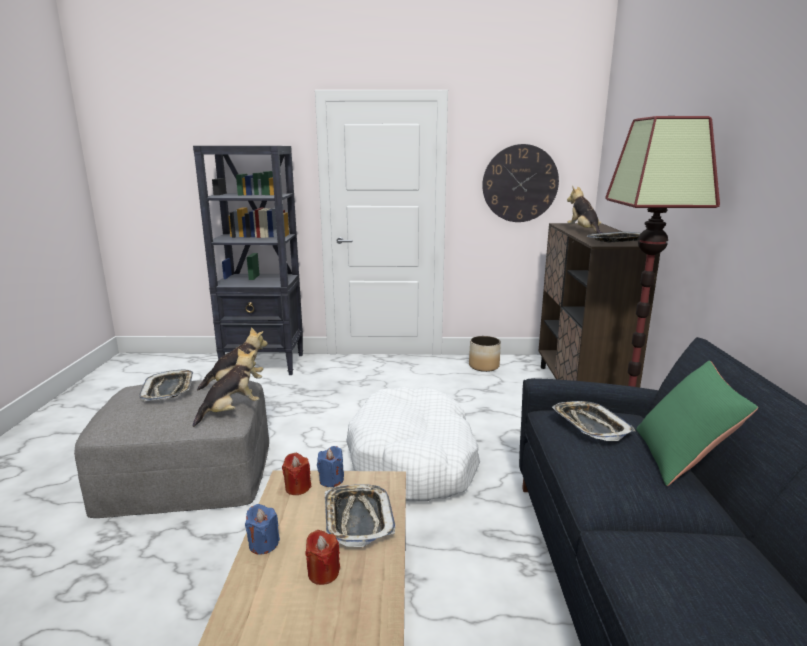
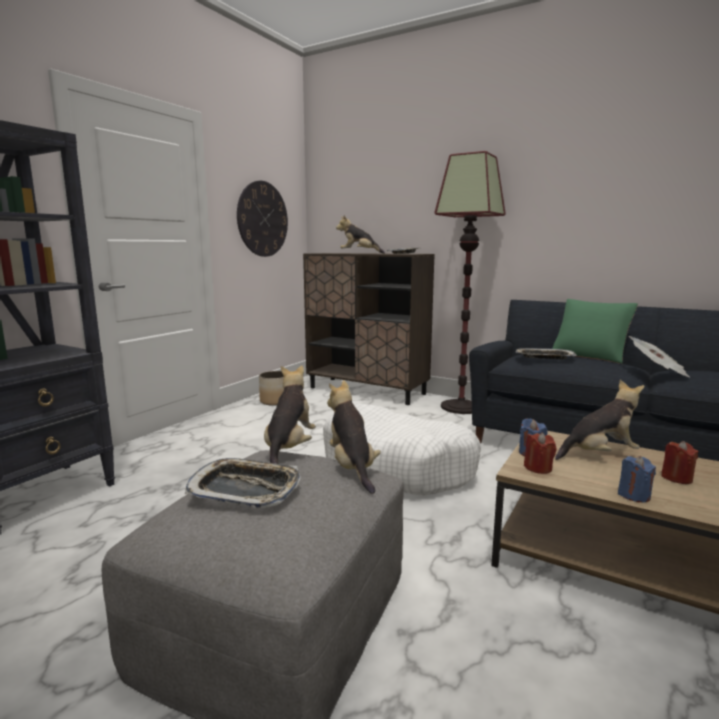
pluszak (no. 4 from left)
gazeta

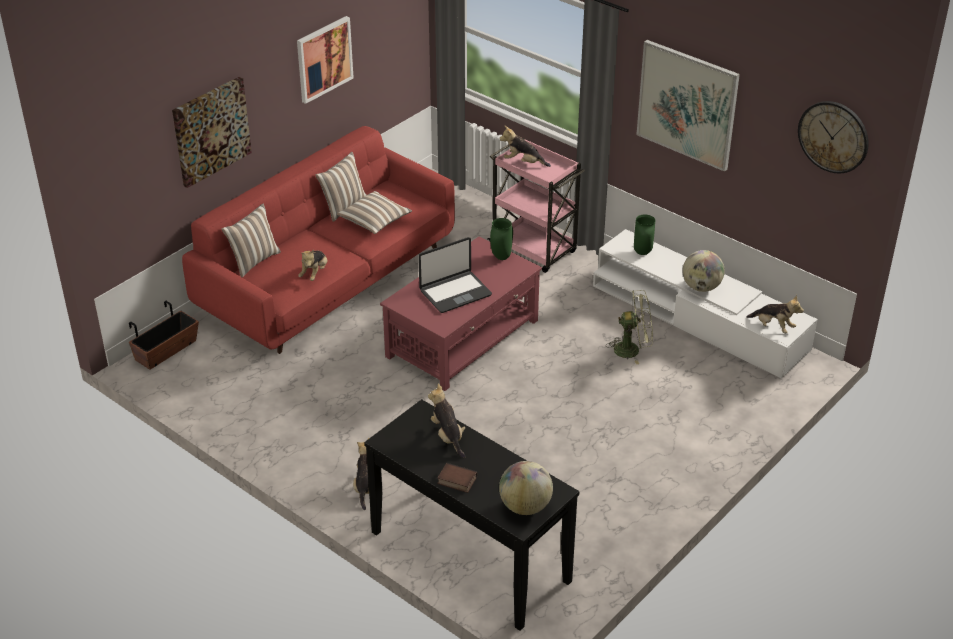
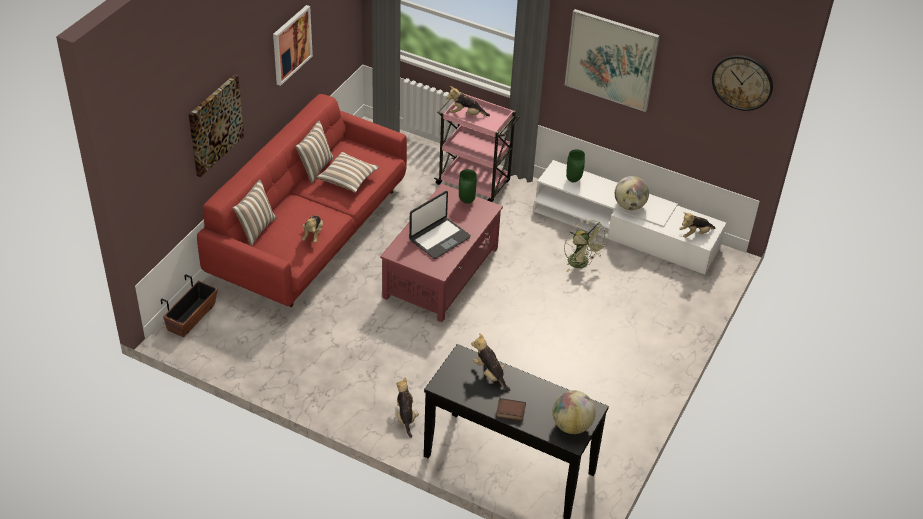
wentylator/zielony
pluszak (no. 5 from left)

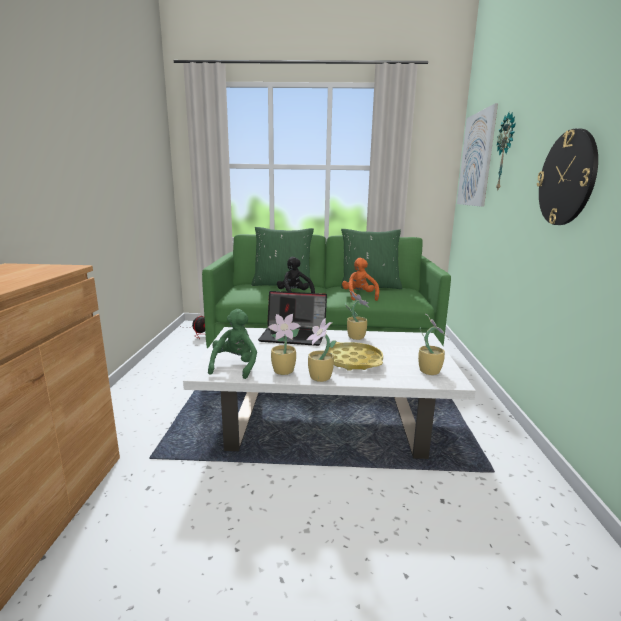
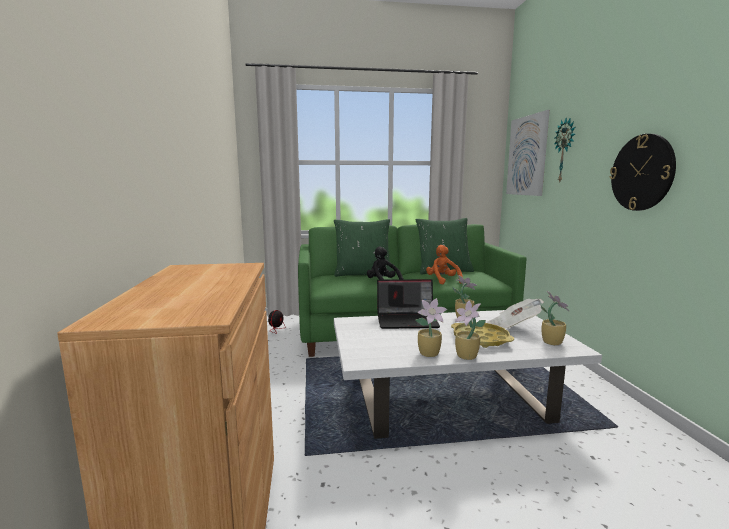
pluszak/zielony
gazeta

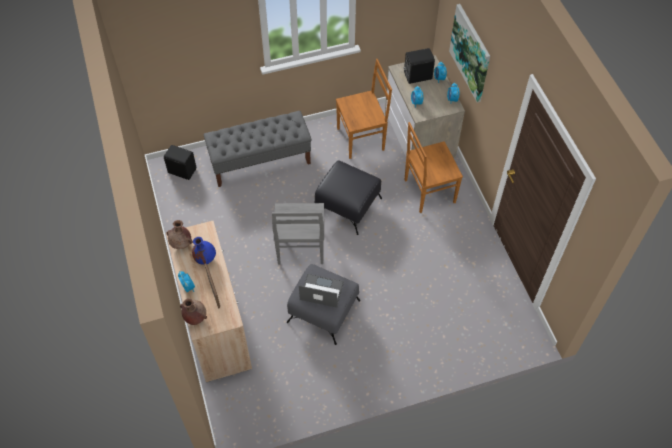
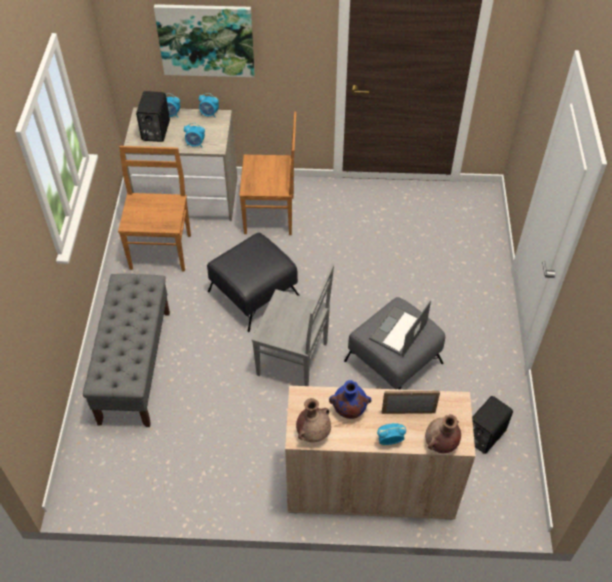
głośnik/czarny (no. 2 from left)
krzesło/brązowy (no. 2 from left)

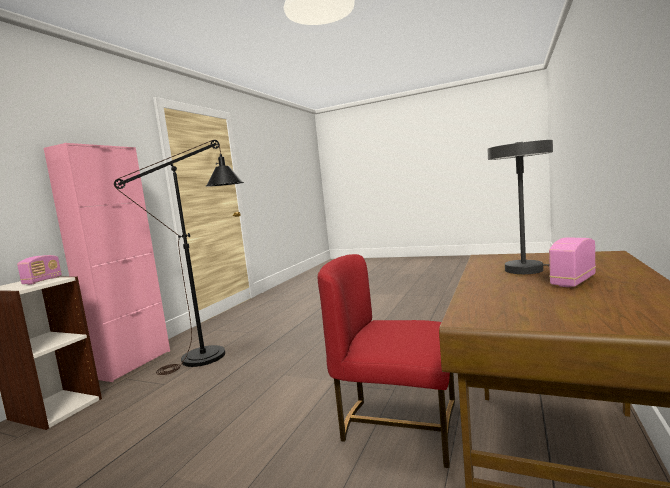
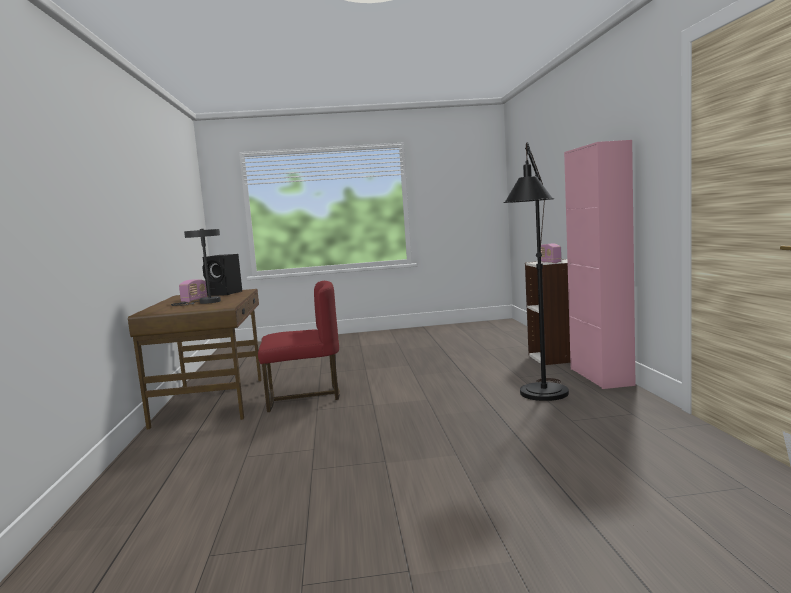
głośnik/czarny

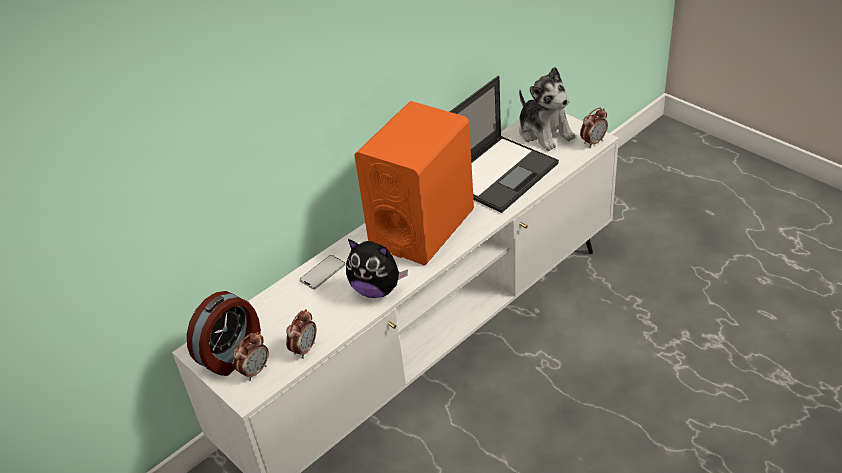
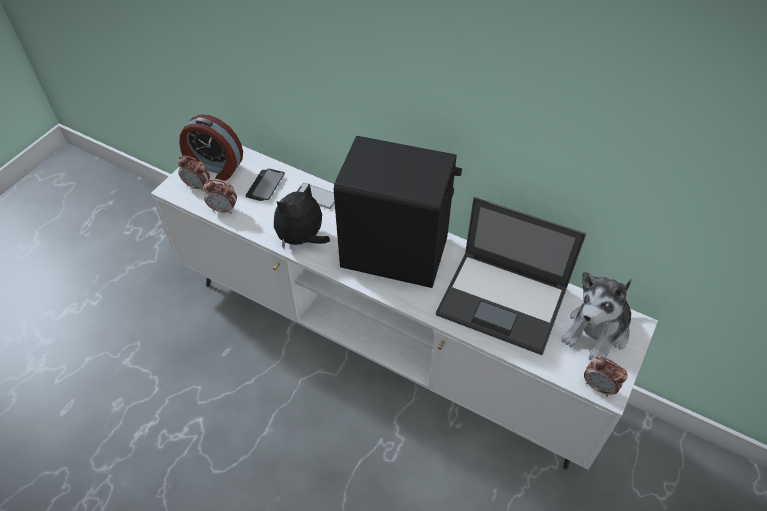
pluszak (no. 1 from left)
głośnik/czarny
telefon (no. 1 from left)

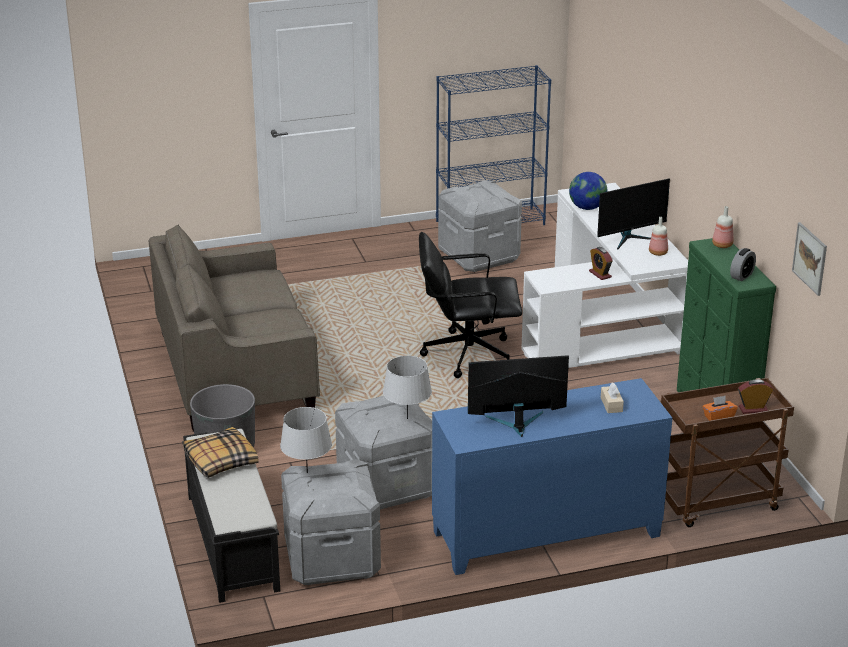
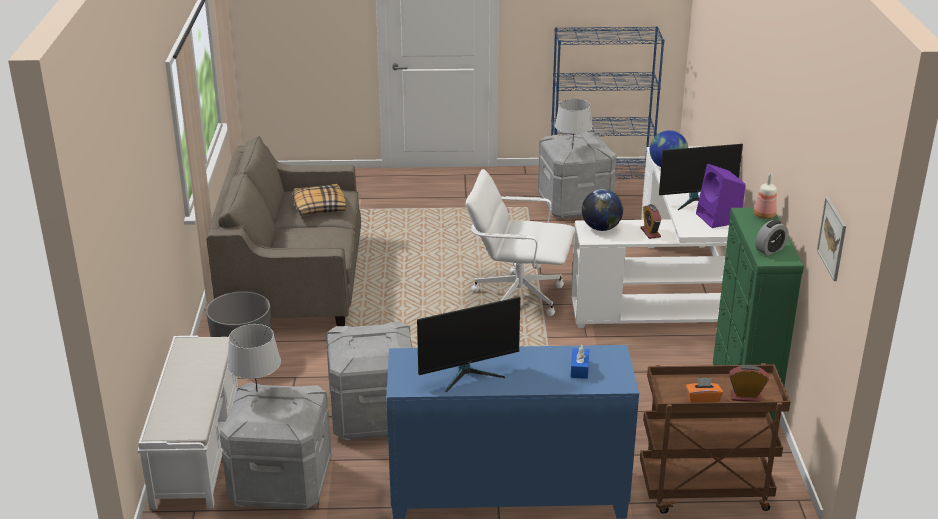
ławka/biały
poduszka
lampa stołowa/szary (no. 2 from left)
krzesło biurowe/biały
monitor (no. 1 from left)
pudełko chusteczek/niebieski
głośnik/fioletowy
globus (no. 1 from left)

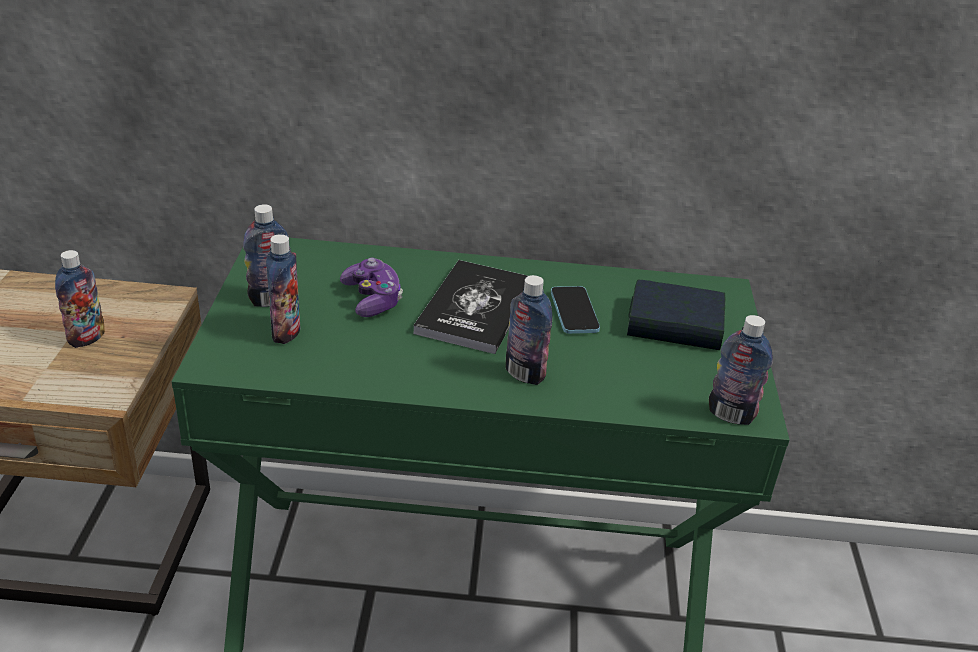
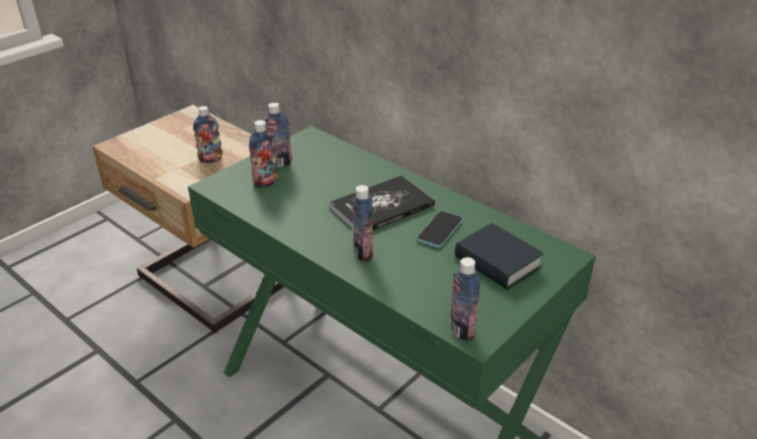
pad do gier

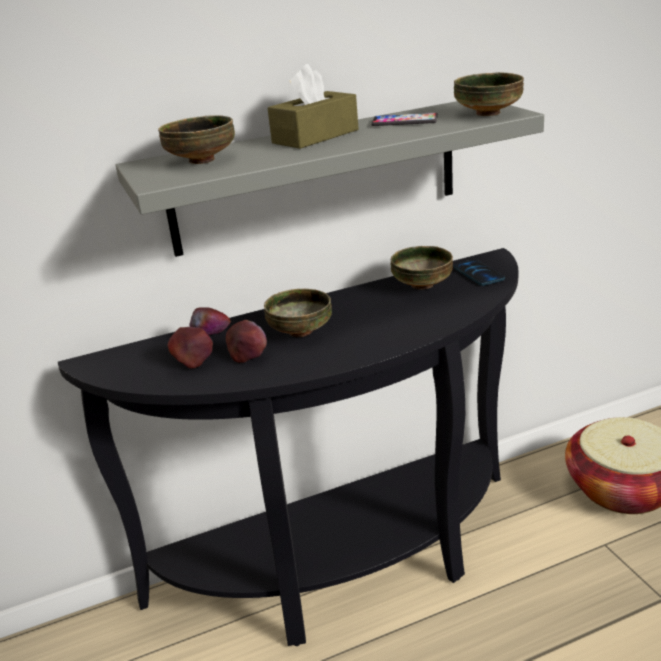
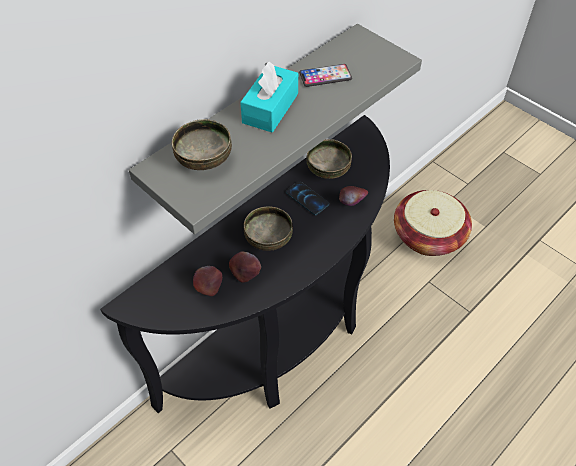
jabłko (no. 3 from left)
pudełko chusteczek/turkusowy
telefon (no. 1 from left)
miska (no. 4 from left in the first image)

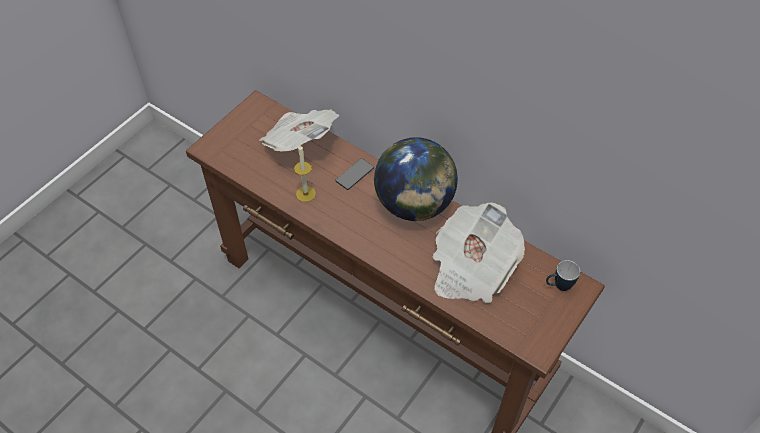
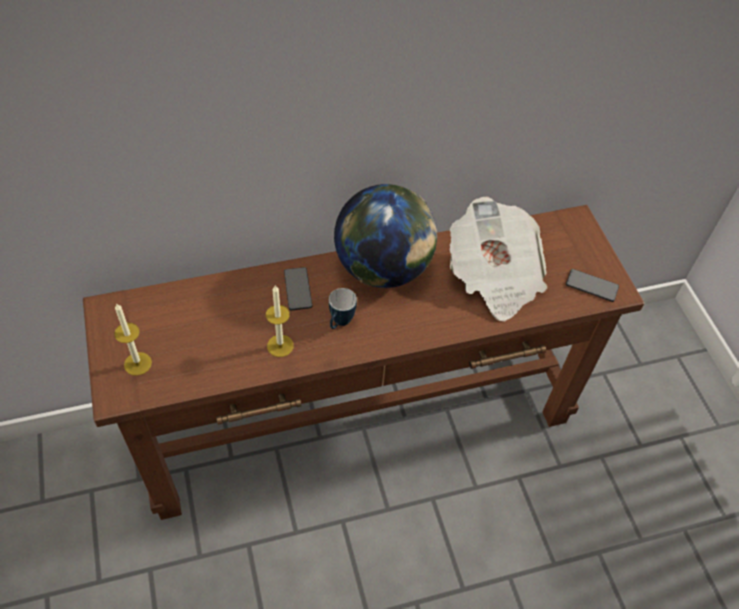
gazeta (no. 1 from left in the first image)
kubek
świeca (no. 1 from left)
telefon (no. 2 from left)

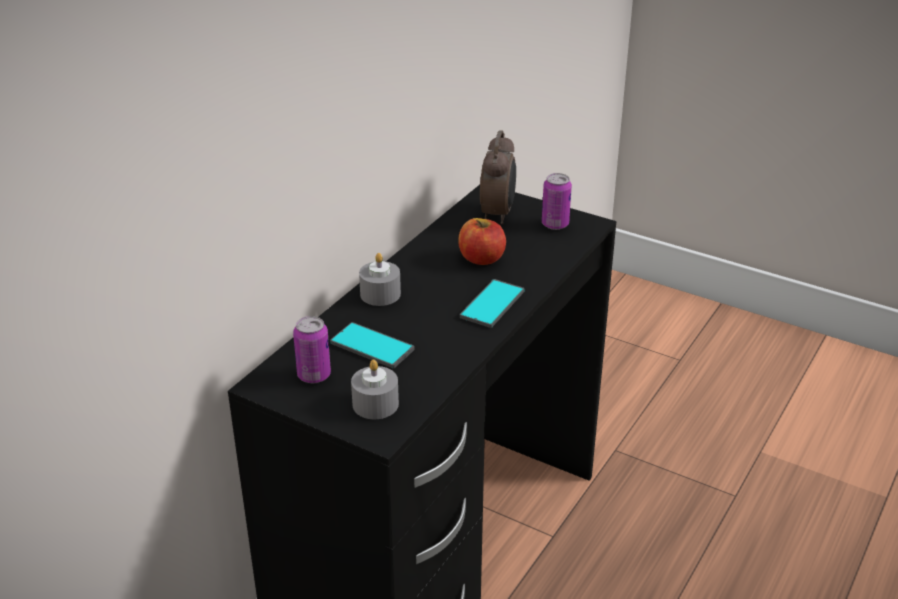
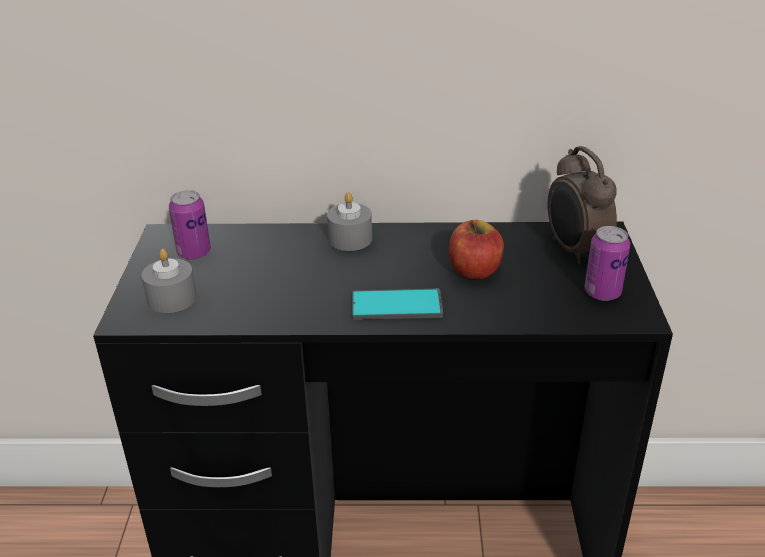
telefon (no. 1 from left in the first image)
budzik

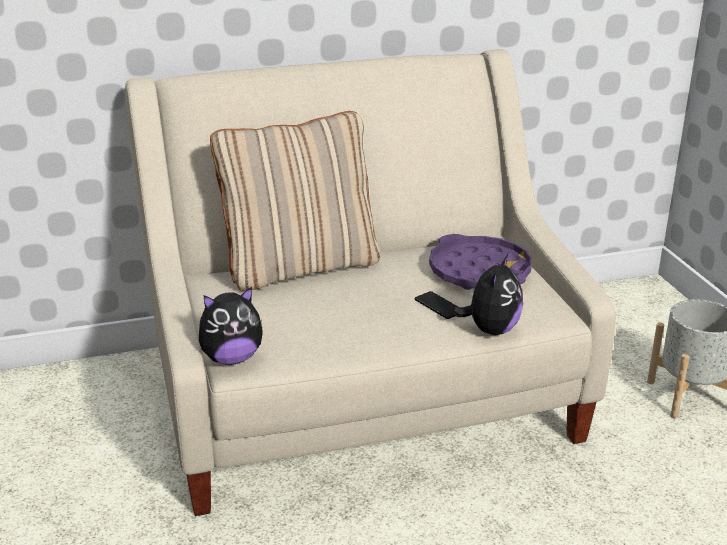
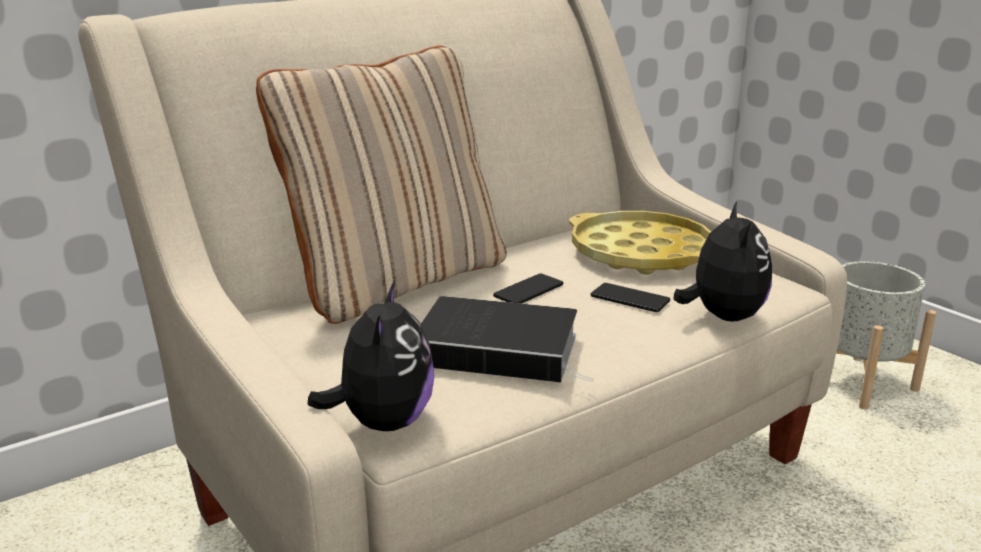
pluszak (no. 1 from left)
taca/żółty
książka
telefon (no. 1 from left)

